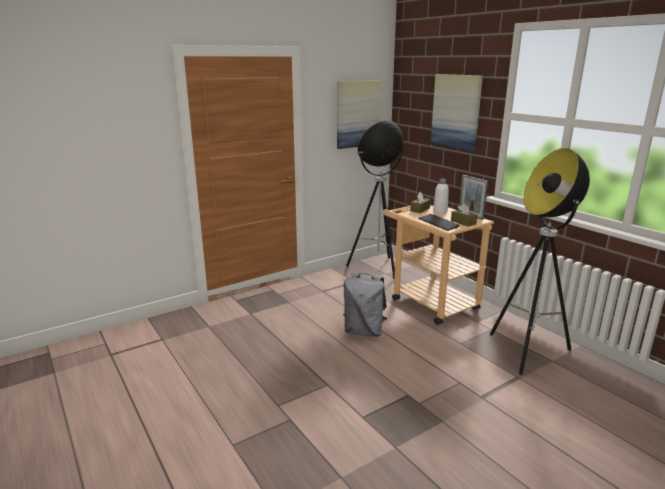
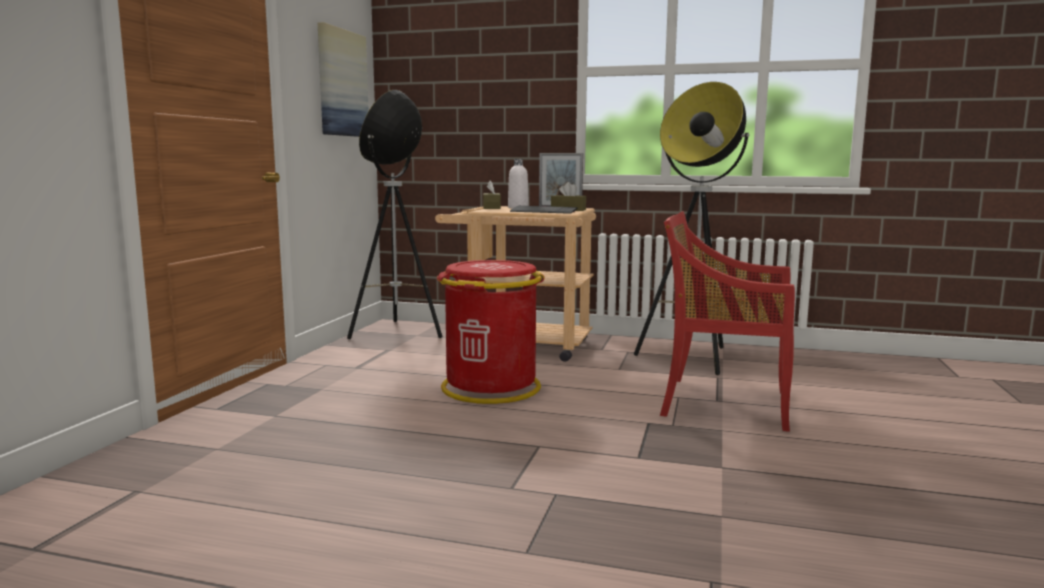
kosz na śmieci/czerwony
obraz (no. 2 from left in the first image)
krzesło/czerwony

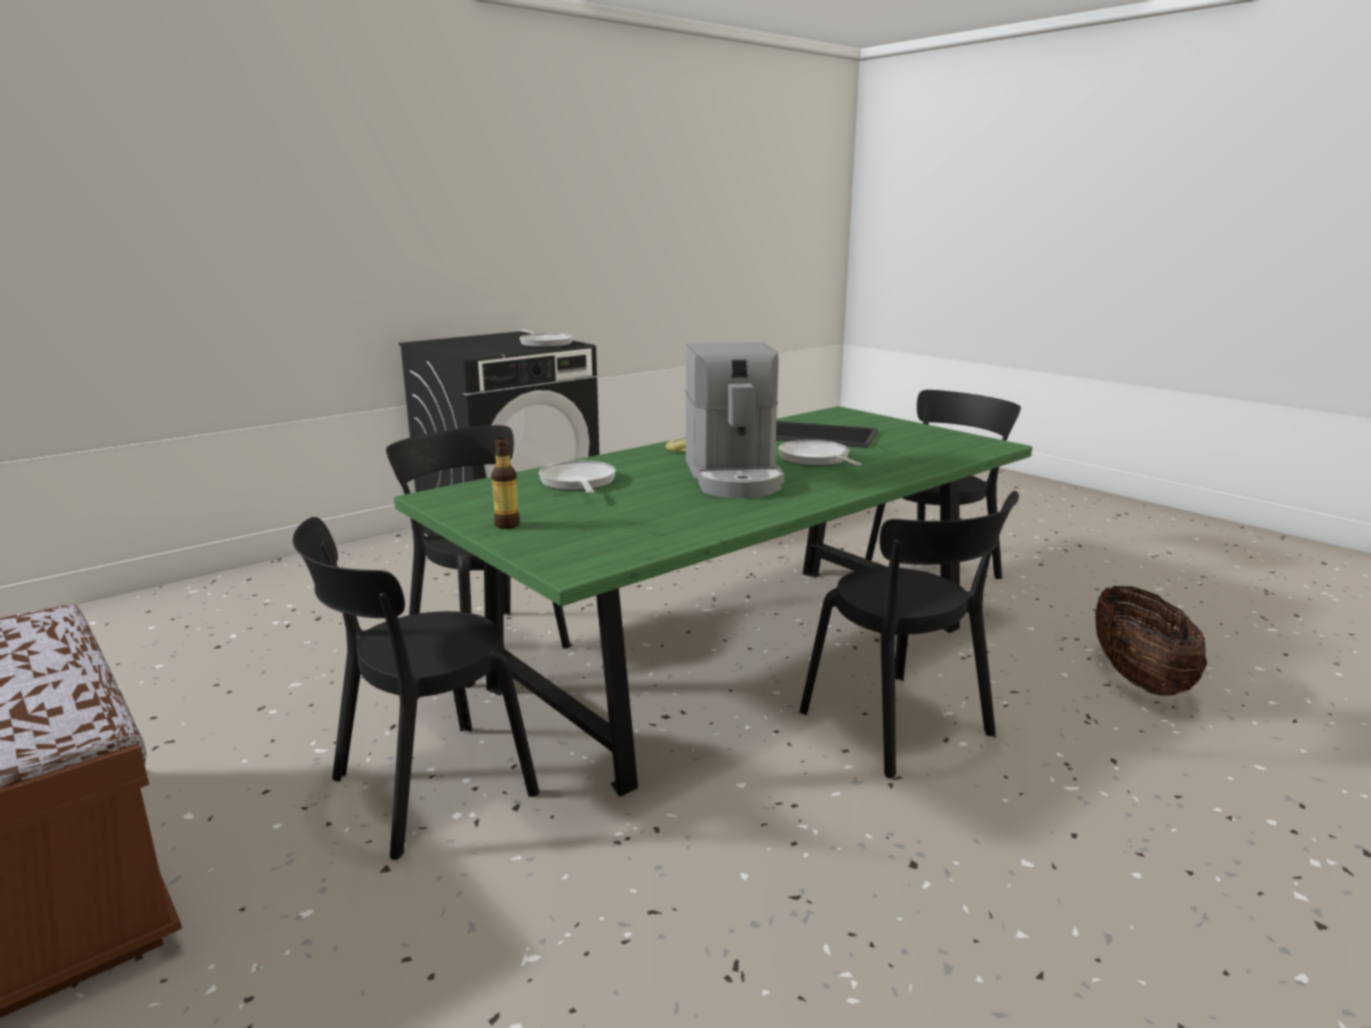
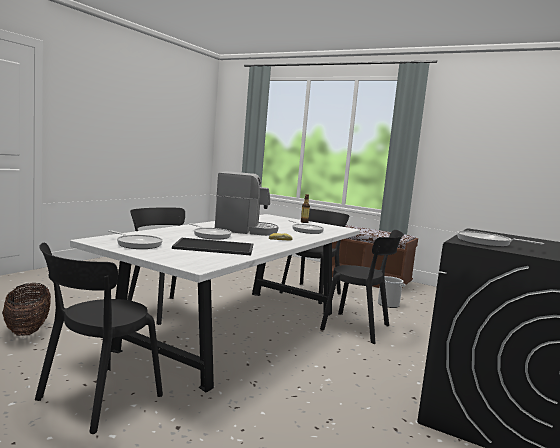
stół jadalny/biały
ekspres do kawy
patelnia (no. 1 from left)
wiadro

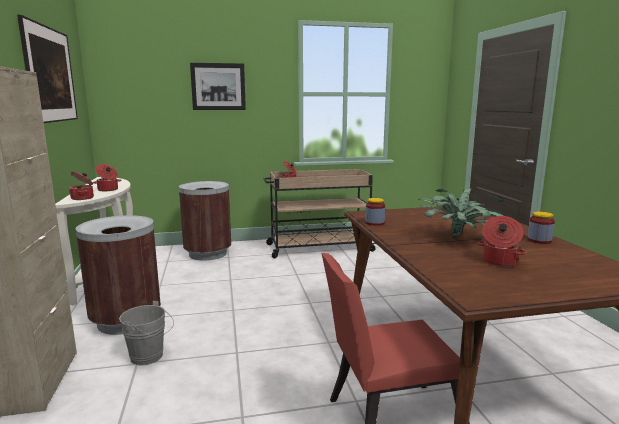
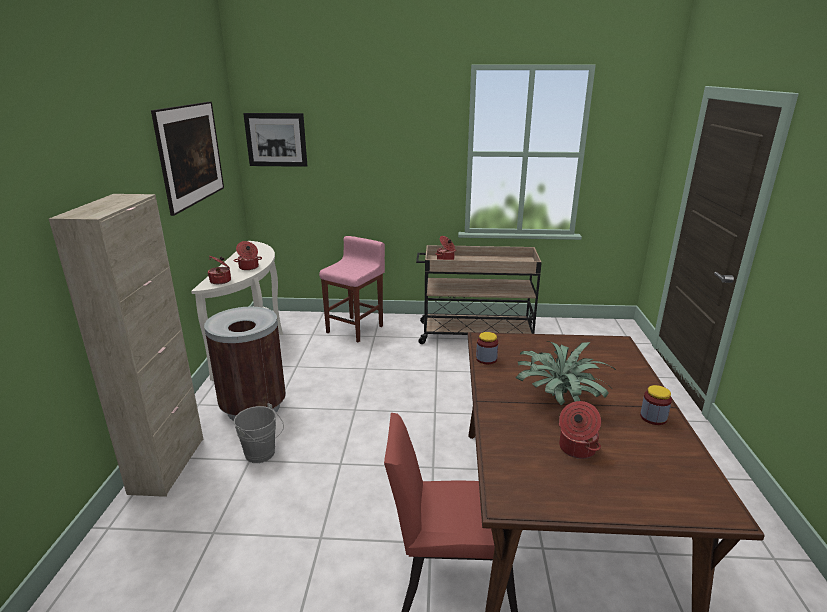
stołek/różowy
obraz (no. 2 from left)

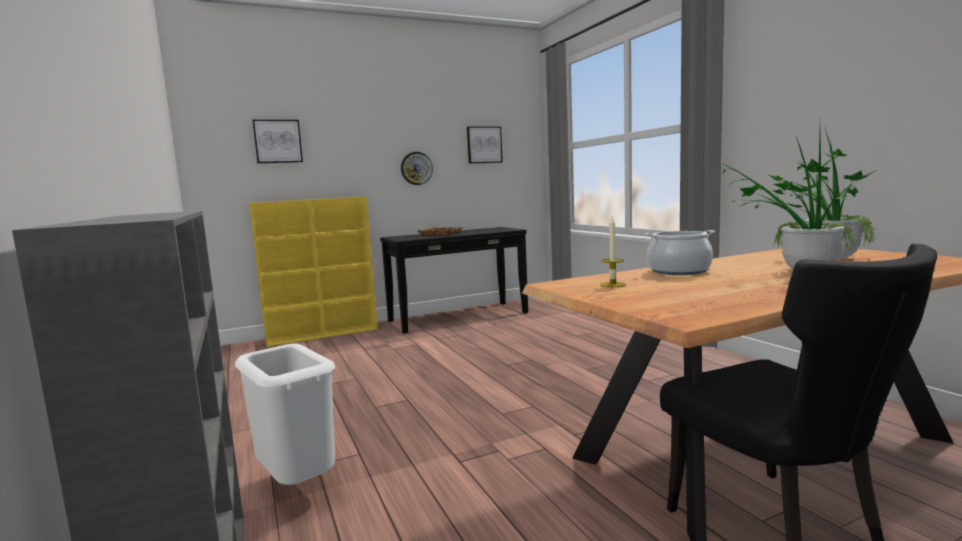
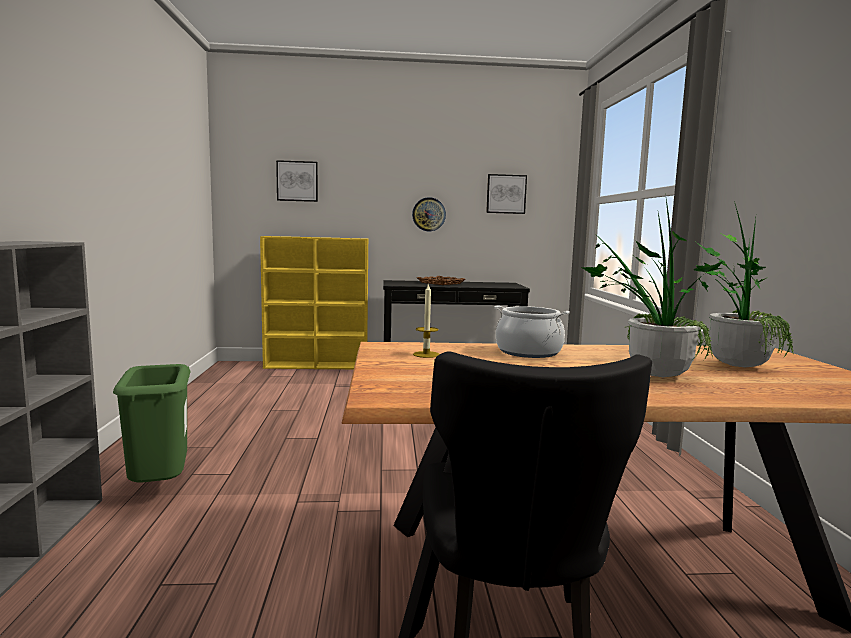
kosz na śmieci/zielony

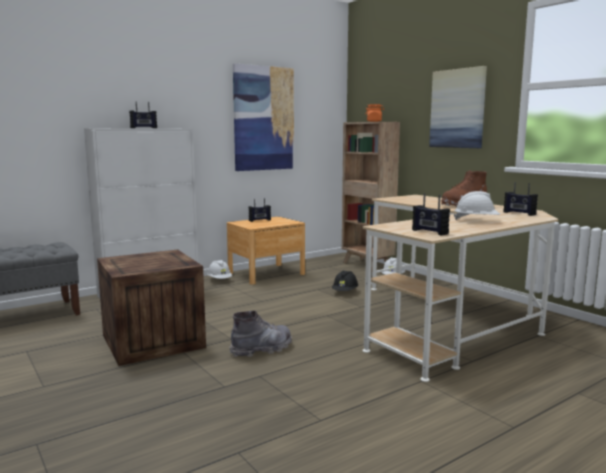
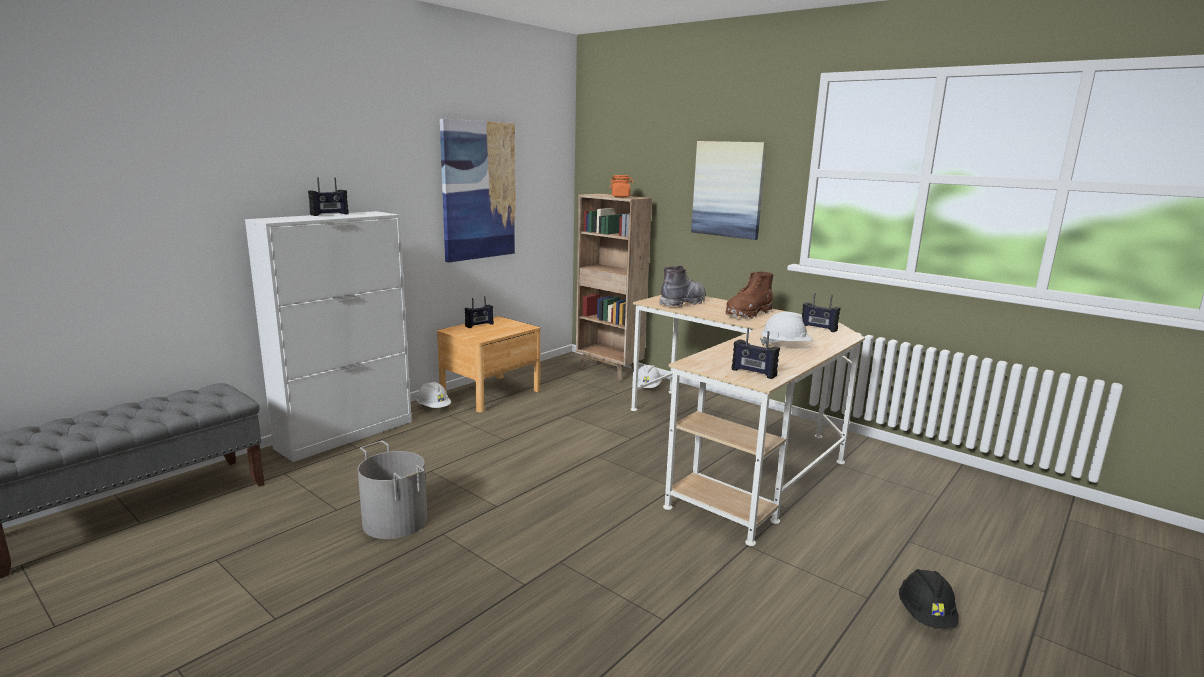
wiadro/szary
but z cholewką/szary
kask/czarny

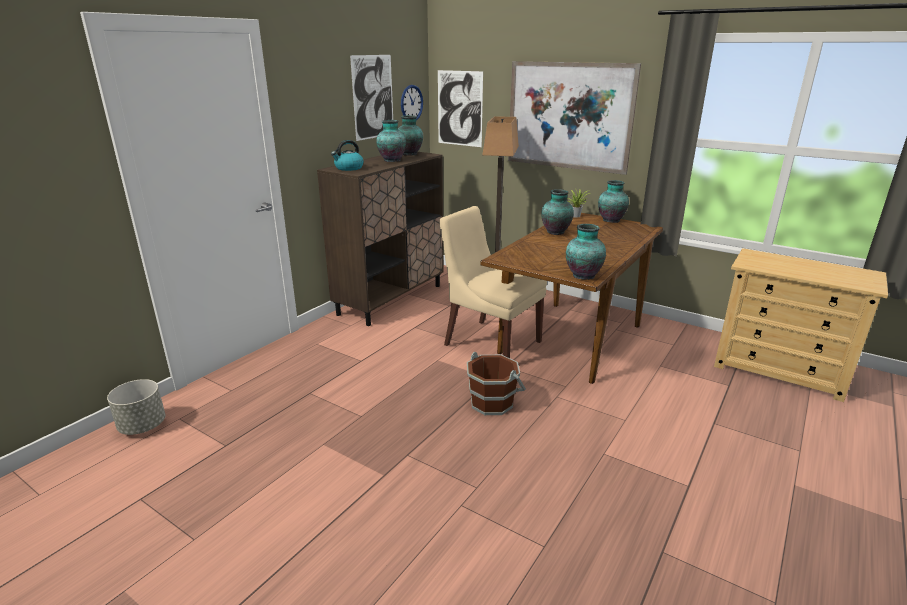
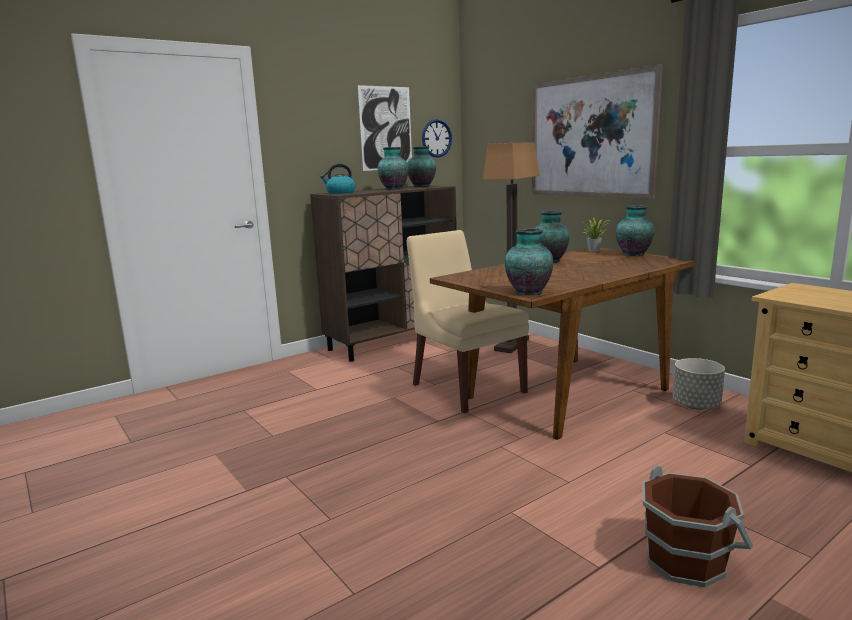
donica/szary
obraz (no. 2 from left in the first image)
wiadro/brązowy

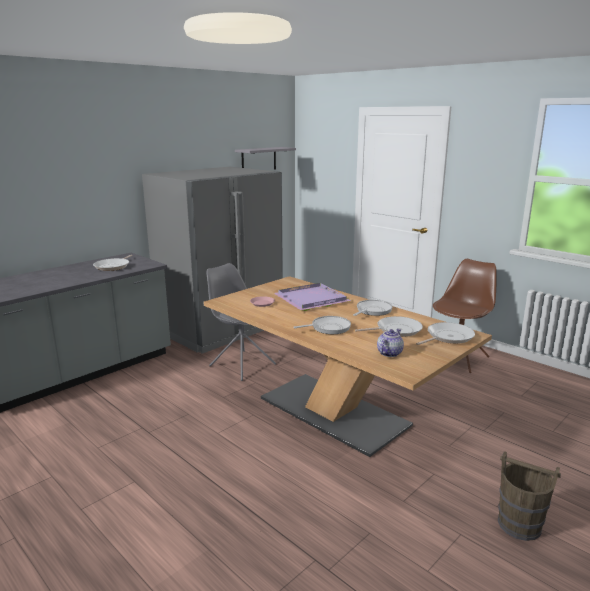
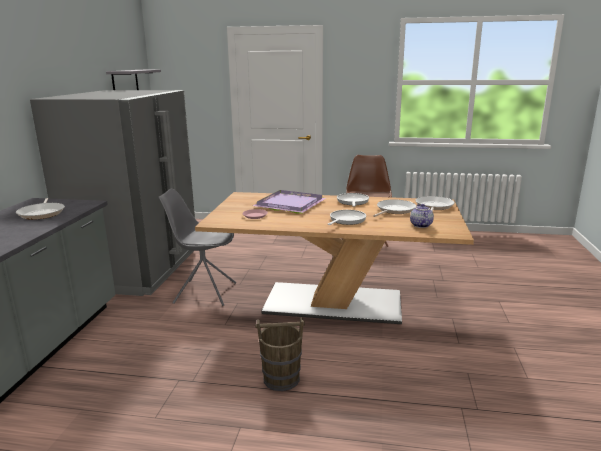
wiadro/brązowy

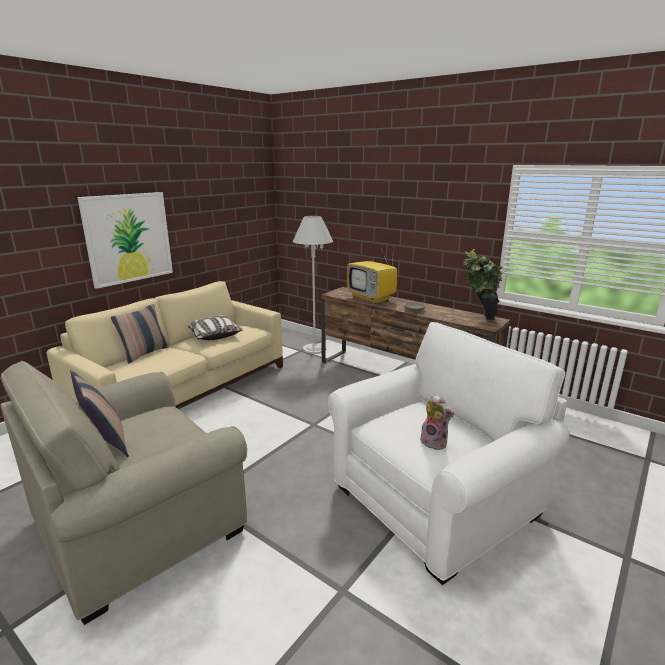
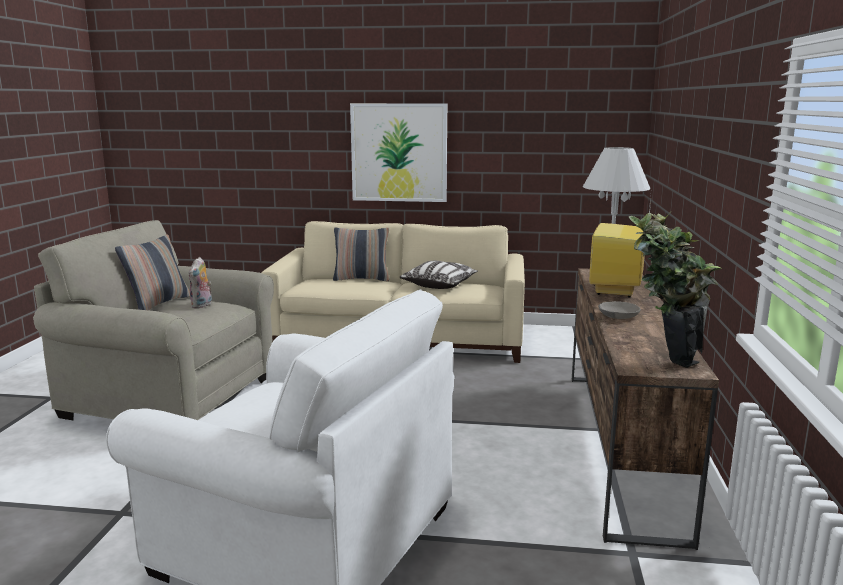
pluszak

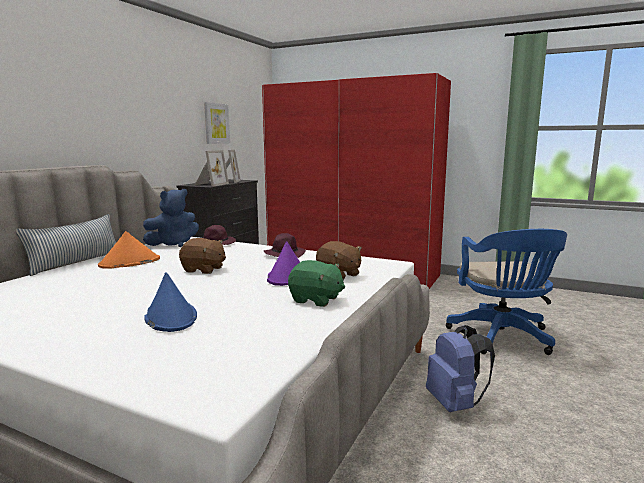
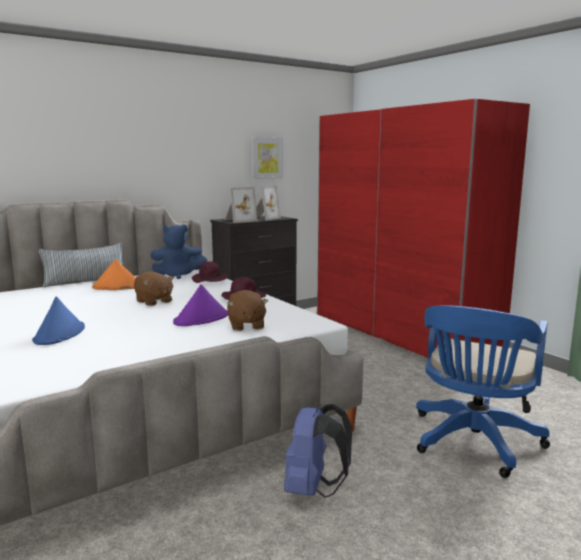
pluszak/zielony

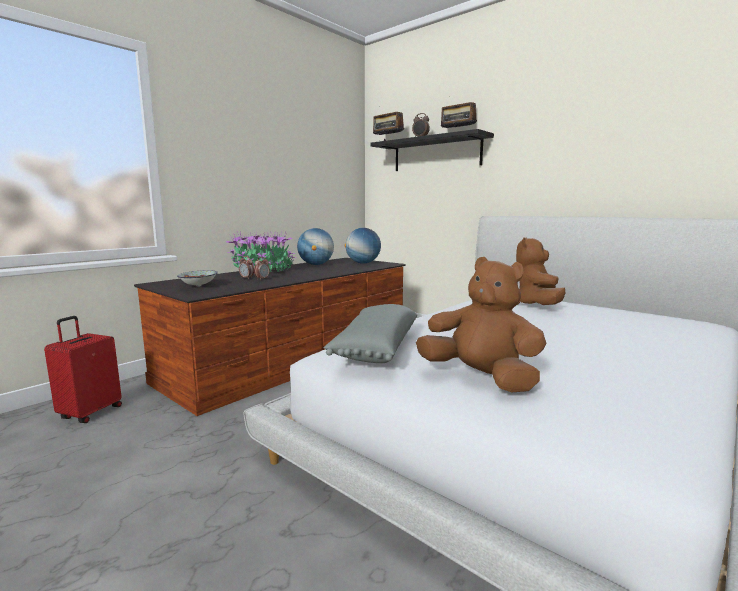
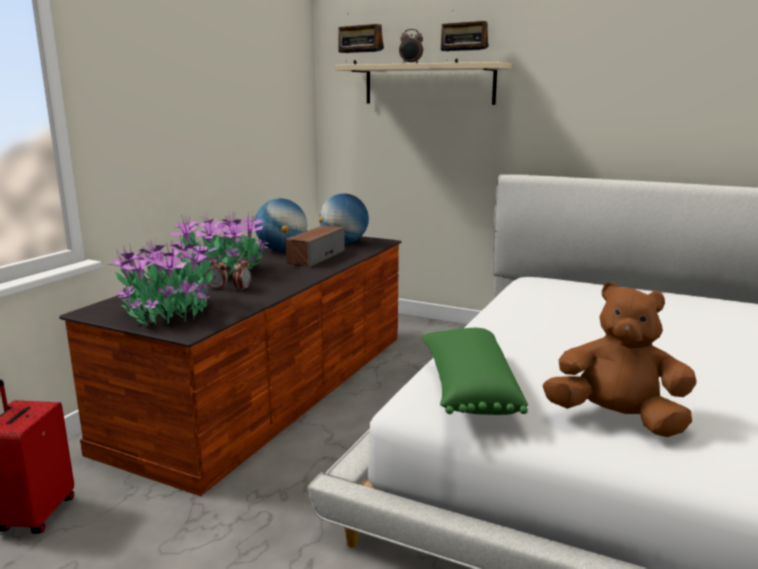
roślina doniczkowa (no. 1 from left)
poduszka/zielony
półka/beżowy
pluszak/brązowy (no. 2 from left in the first image)
głośnik

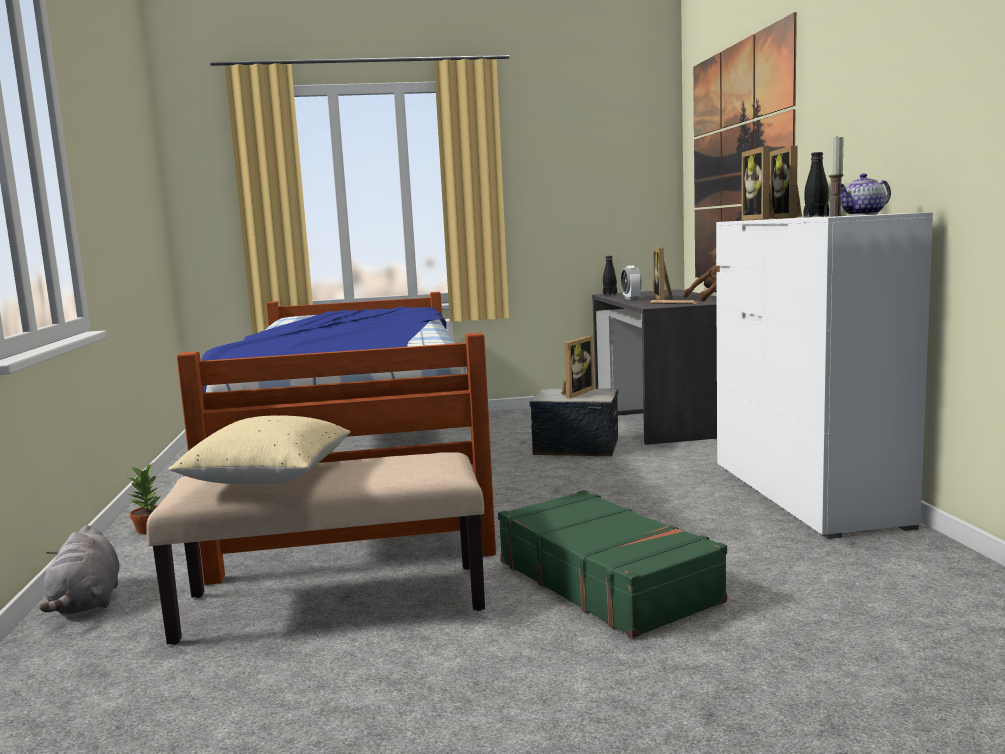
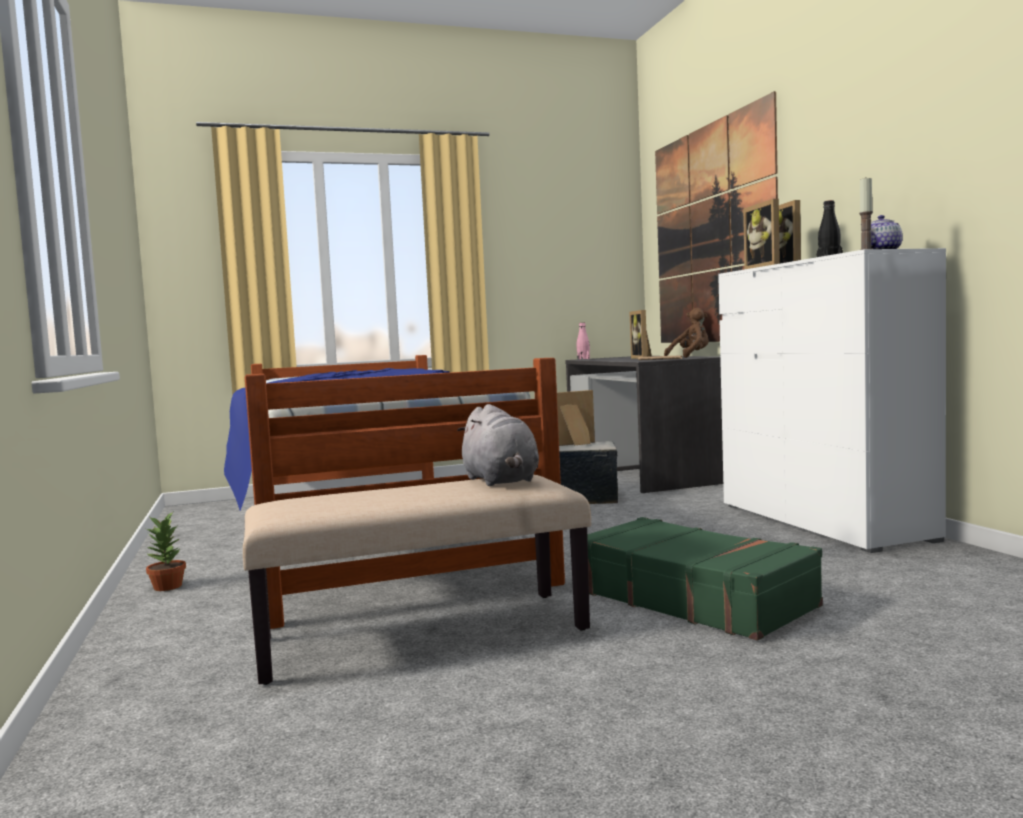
pluszak/szary
poduszka/beżowy
ramka na zdjęcie (no. 1 from left)
butelka/różowy
budzik

